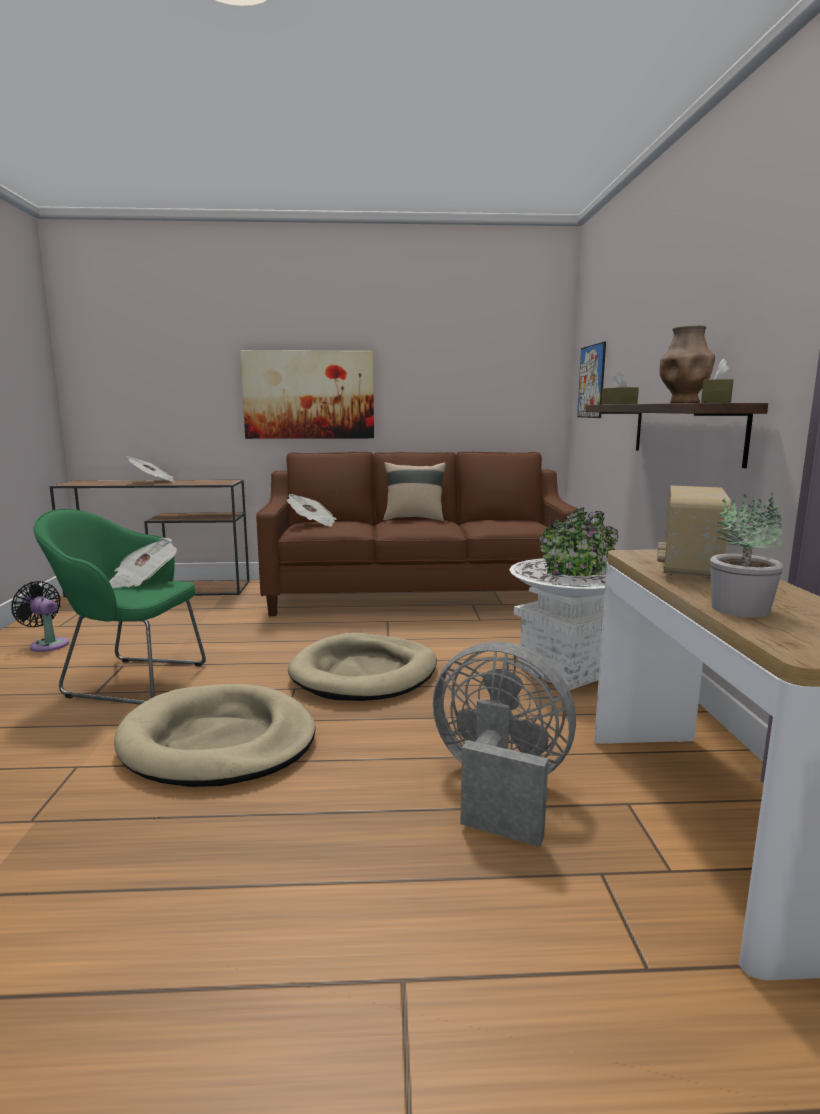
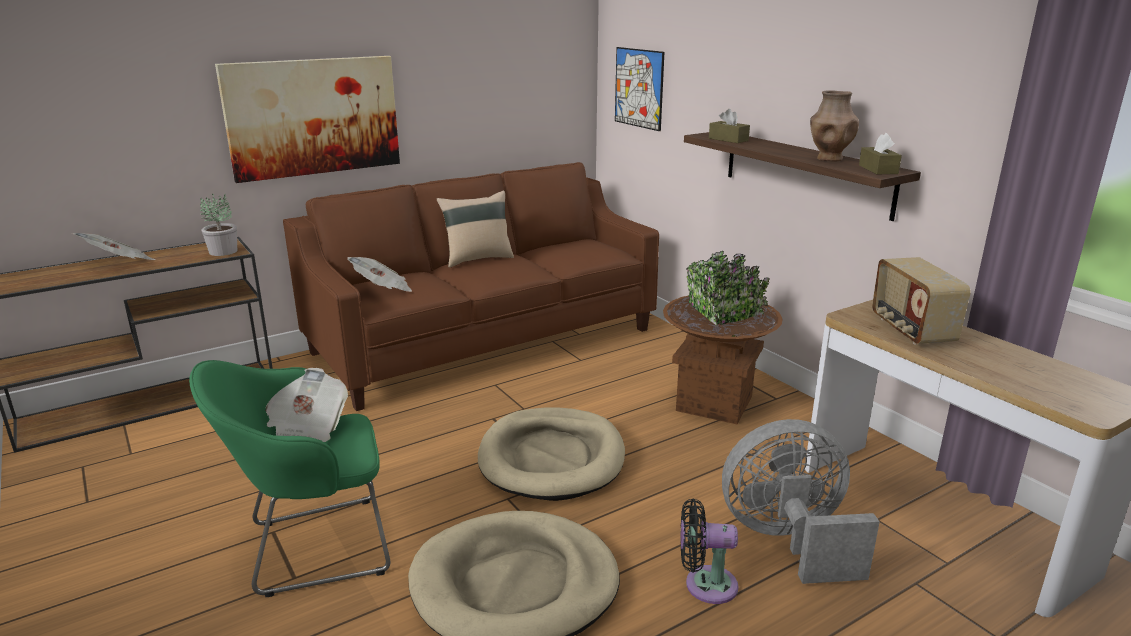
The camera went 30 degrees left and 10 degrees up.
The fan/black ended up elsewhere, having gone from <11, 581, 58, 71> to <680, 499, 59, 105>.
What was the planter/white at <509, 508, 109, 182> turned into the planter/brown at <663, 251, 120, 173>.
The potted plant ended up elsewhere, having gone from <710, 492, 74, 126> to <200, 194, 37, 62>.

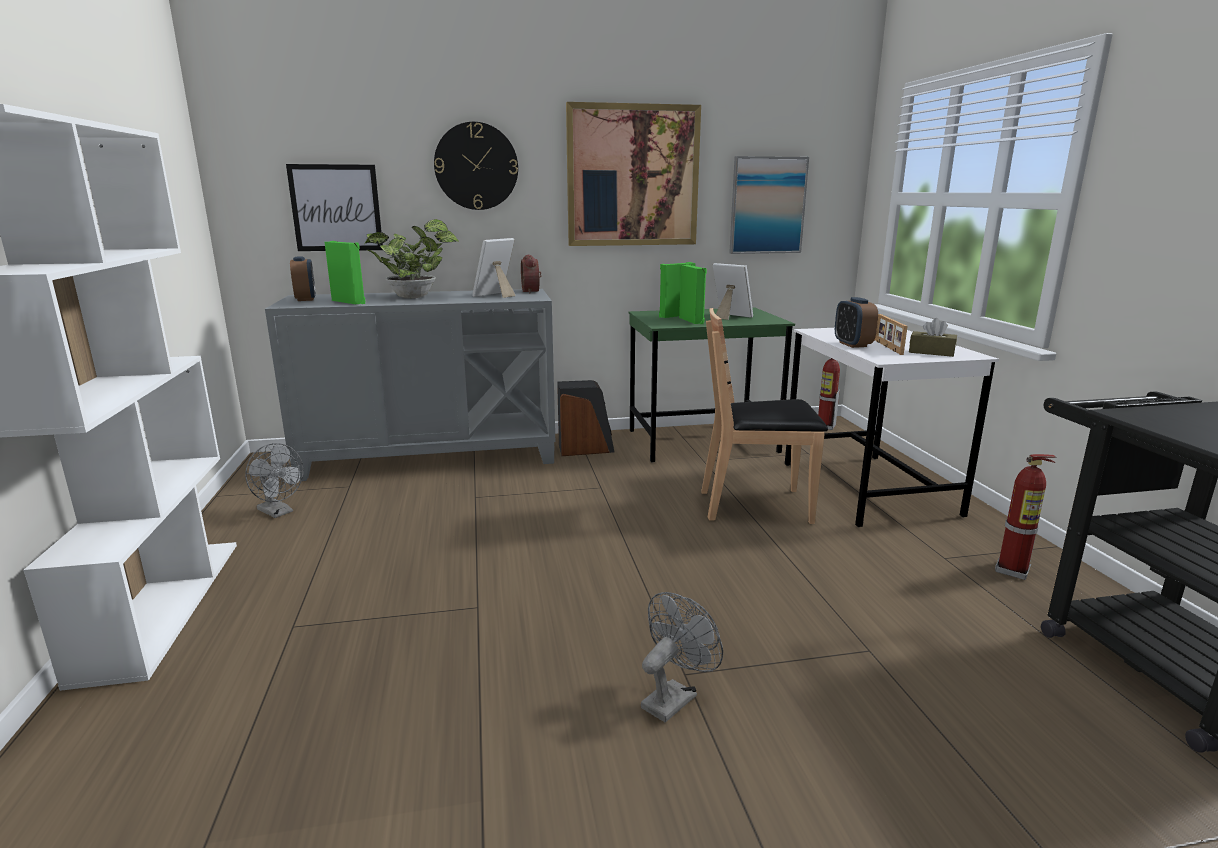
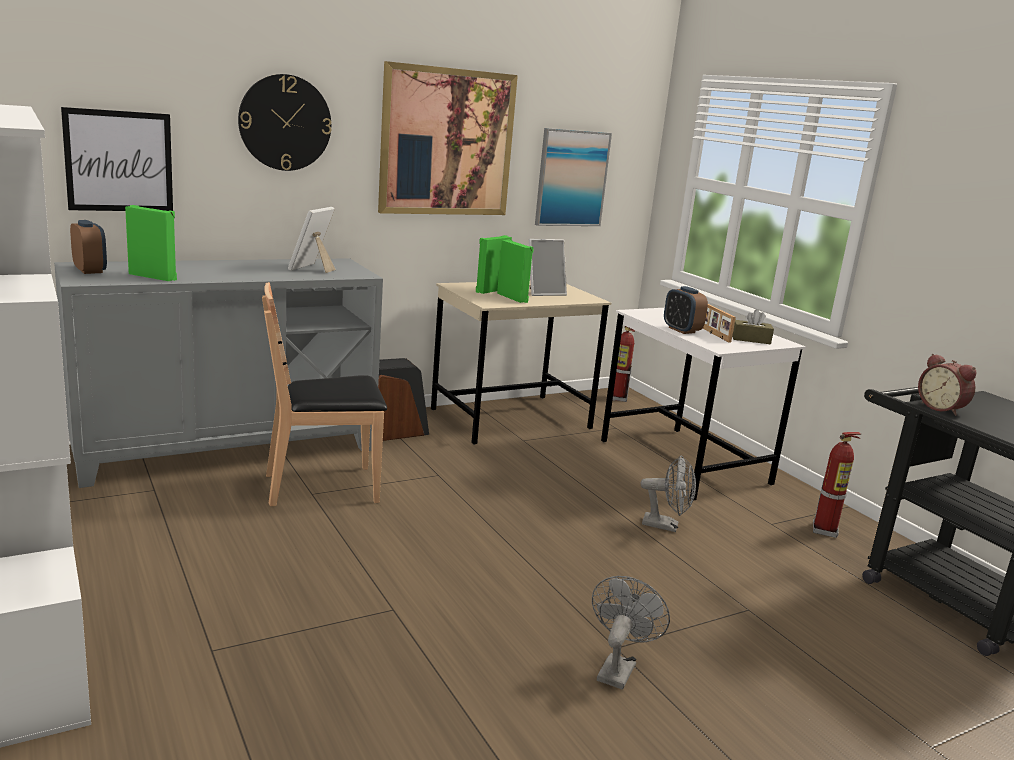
The camera went 20 degrees left and 0 degrees up.
The fan/grey ended up elsewhere, having gone from <245, 443, 58, 75> to <641, 455, 55, 77>.
The second view lost the potted plant at <365, 219, 94, 79>.
The alarm clock ended up elsewhere, having gone from <521, 255, 20, 38> to <918, 354, 58, 62>.
What was the desk/green at <629, 308, 166, 155> turned into the desk/beige at <431, 281, 180, 164>.
The chair/brown ended up elsewhere, having gone from <701, 308, 127, 216> to <262, 282, 125, 224>.
The picture frame at <713, 263, 40, 57> ended up facing another way, 135 degrees clockwise from before.

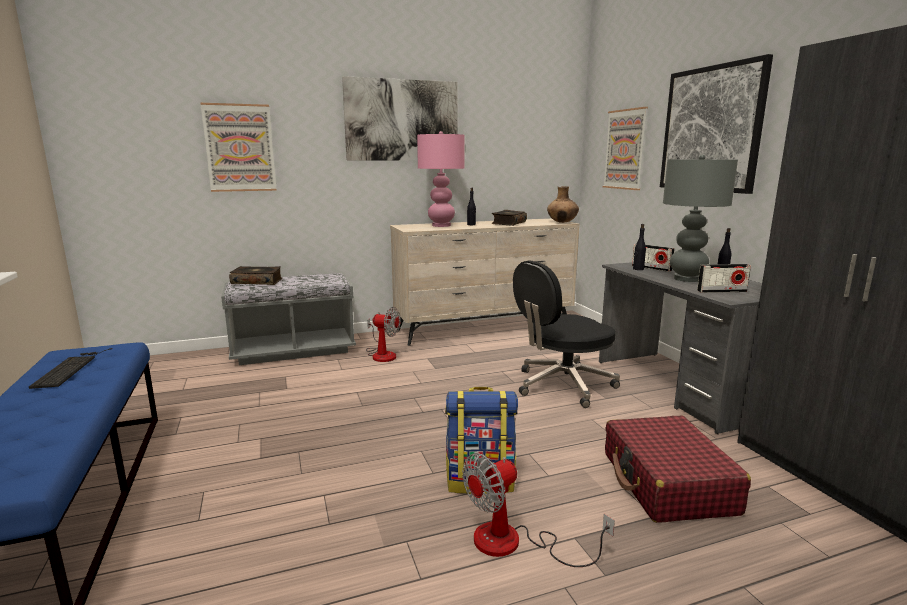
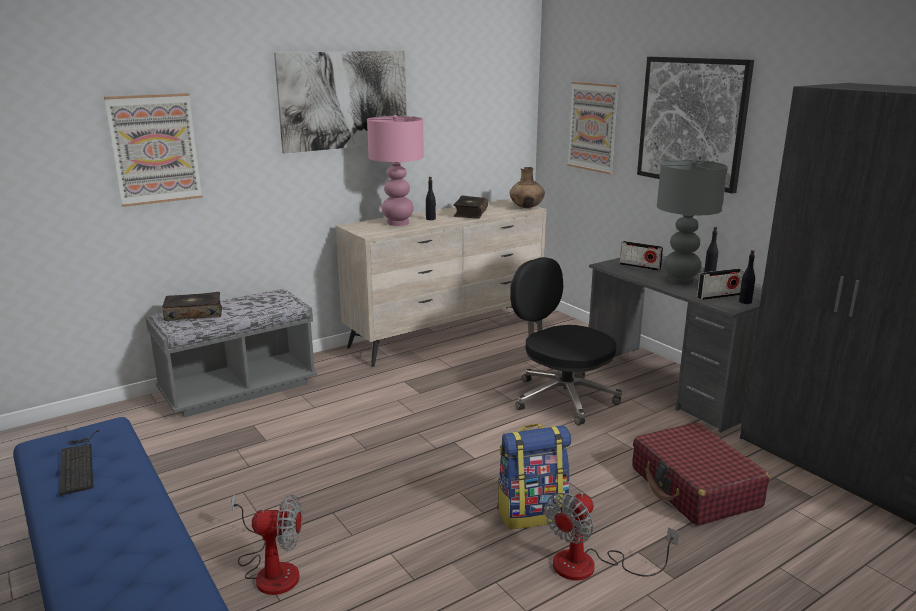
The camera went 15 degrees left and 5 degrees up.
The fan ended up elsewhere, having gone from <366, 307, 35, 55> to <231, 494, 71, 101>.
The office chair/black at <513, 261, 107, 147> ended up facing another way, 90 degrees clockwise from before.
The bottle/black ended up elsewhere, having gone from <633, 224, 13, 46> to <739, 250, 16, 54>.

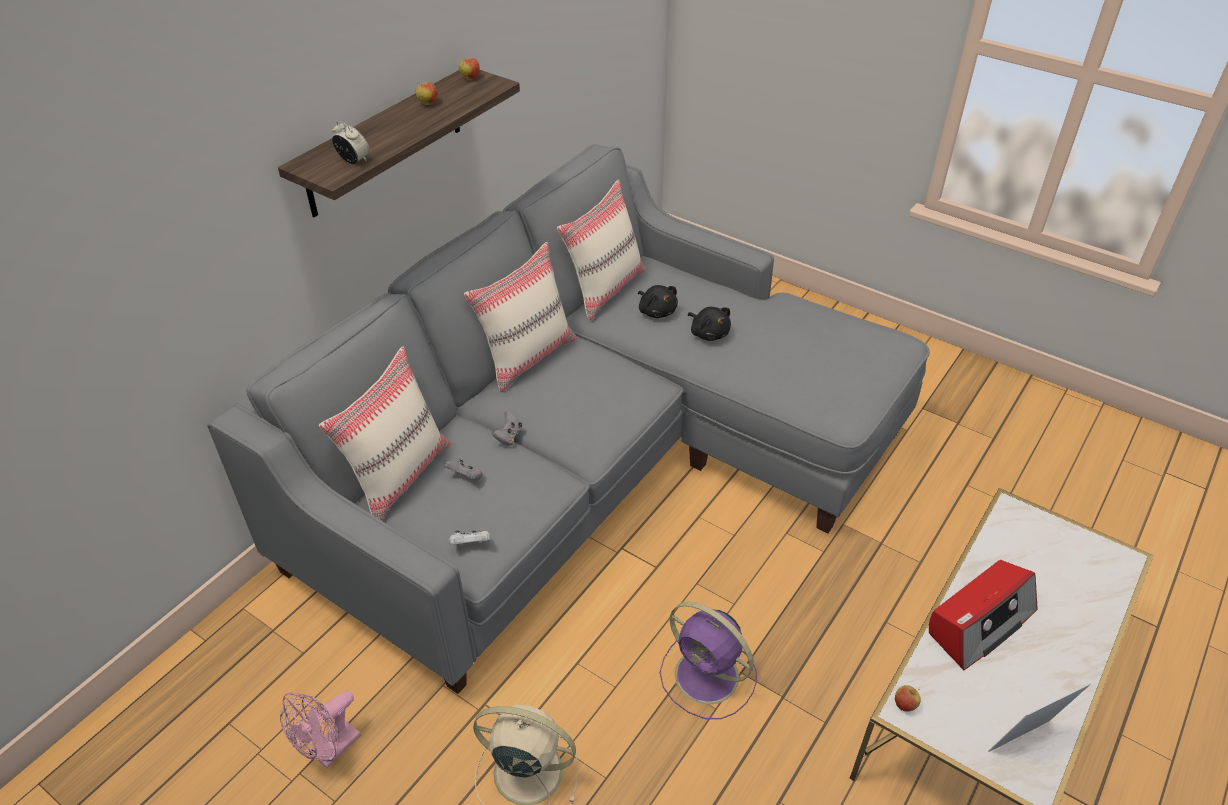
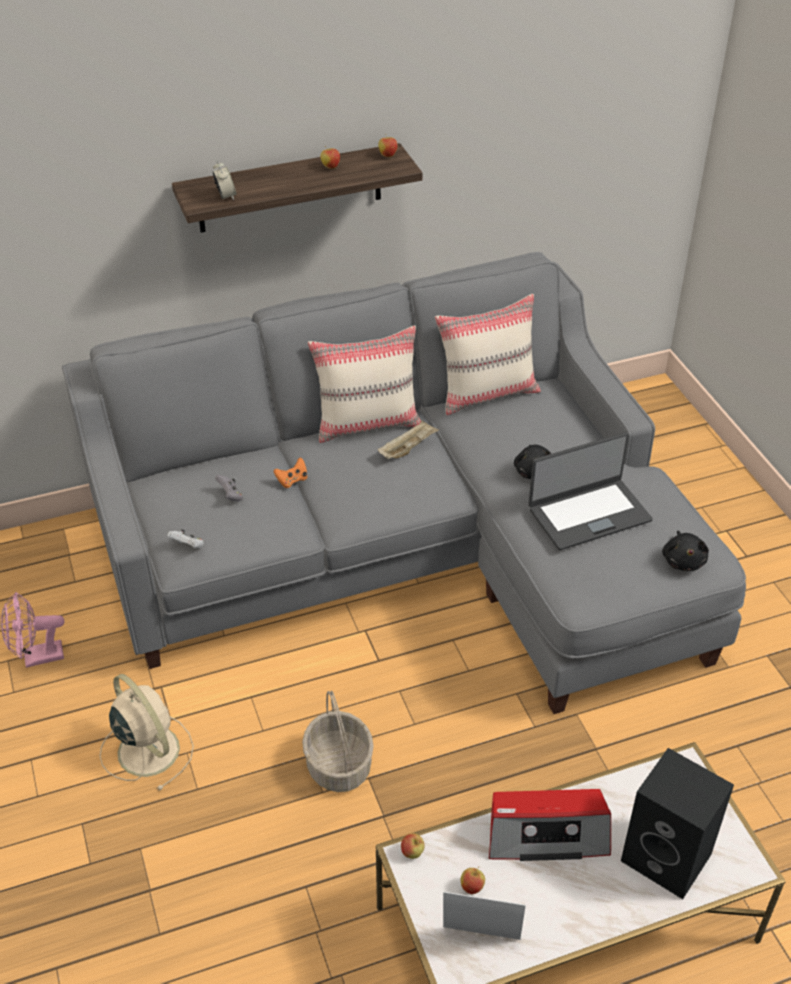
The camera went 35 degrees right and 0 degrees up.
The second view lost the pillow/beige at <319, 346, 132, 174>.
What was the game controller/grey at <492, 411, 30, 35> turned into the game controller/orange at <274, 457, 33, 31>.
The plush toy/black ended up elsewhere, having gone from <638, 285, 40, 33> to <662, 531, 47, 40>.
Where the fan/purple stood at <660, 601, 97, 118>, the basket came to stand at <302, 690, 72, 102>.
The second view gained the tray/beige at <378, 420, 61, 39>.
The second view gained the apple at <460, 867, 25, 27>.
The second view gained the laptop at <528, 432, 125, 118>.
The second view gained the speaker/black at <621, 748, 113, 151>.

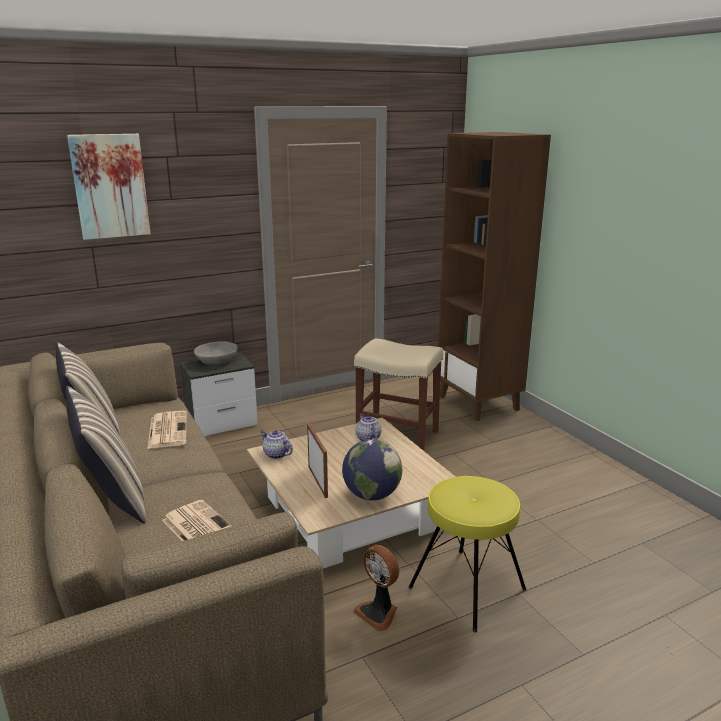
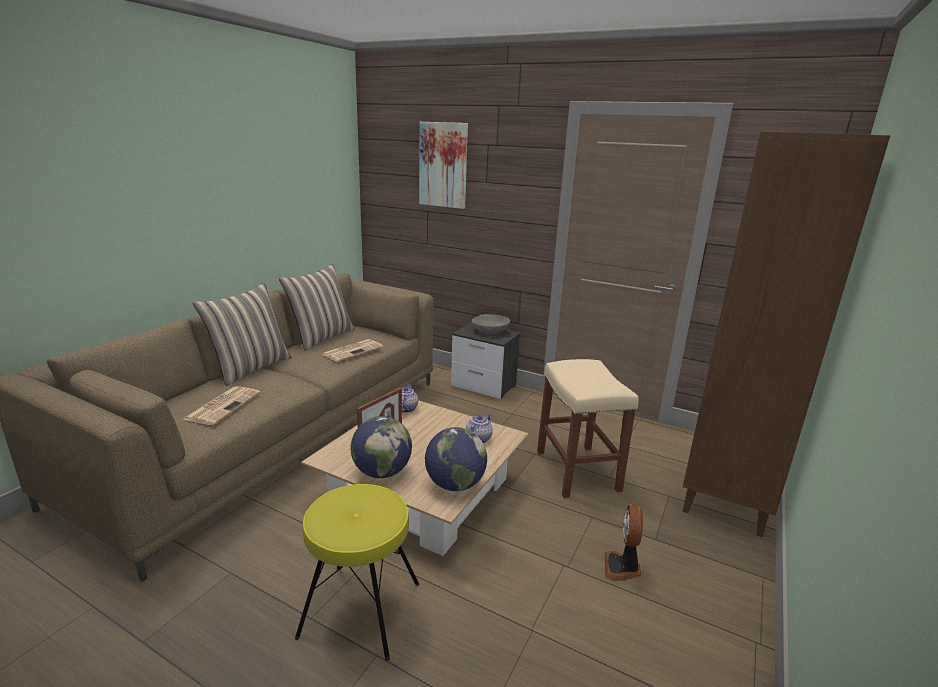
The camera went 55 degrees right and 0 degrees up.
The fan ended up elsewhere, having gone from <353, 545, 46, 86> to <605, 504, 38, 77>.
The second view gained the globe at <425, 427, 62, 64>.

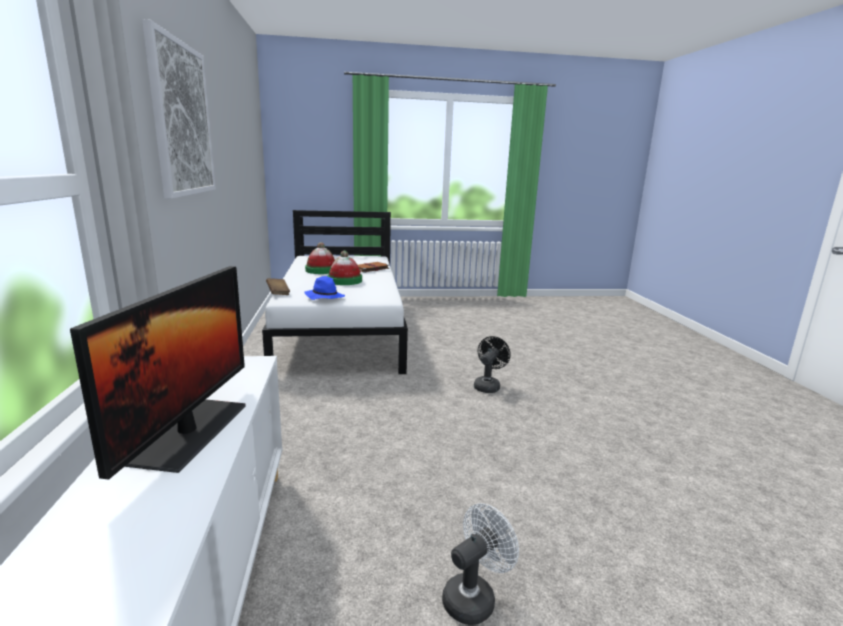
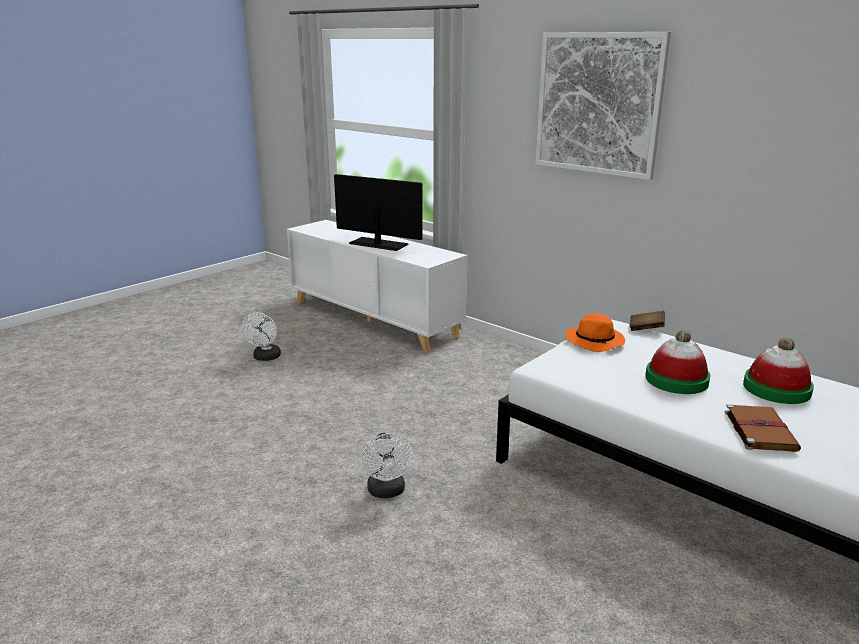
The camera went 140 degrees right and 5 degrees up.
The monitor at <70, 266, 176, 214> ended up facing another way, 150 degrees clockwise from before.
What was the hat/blue at <304, 276, 41, 24> turned into the hat/orange at <565, 313, 60, 39>.
What was the fan/black at <474, 336, 37, 57> turned into the fan/white at <362, 433, 52, 65>.

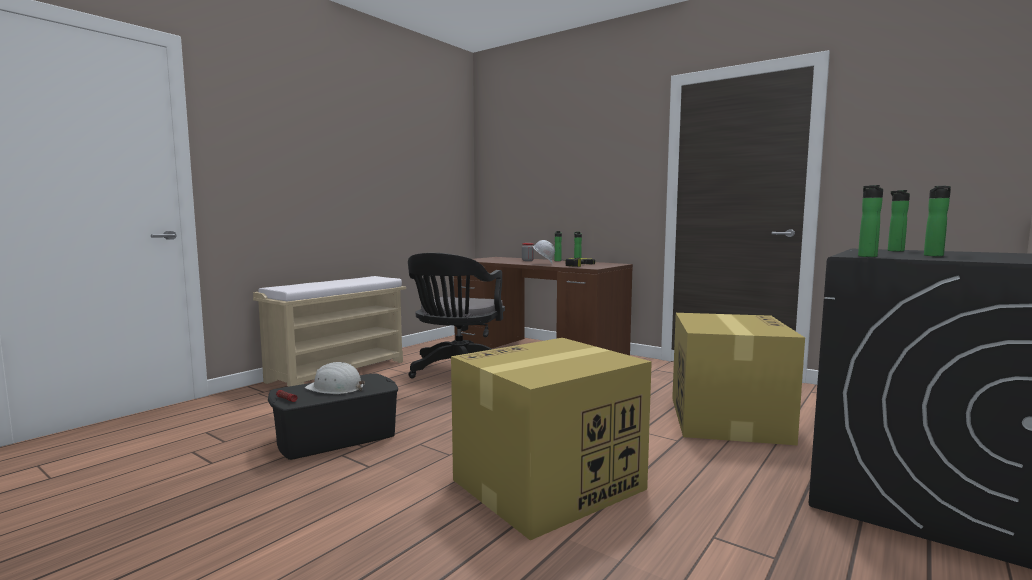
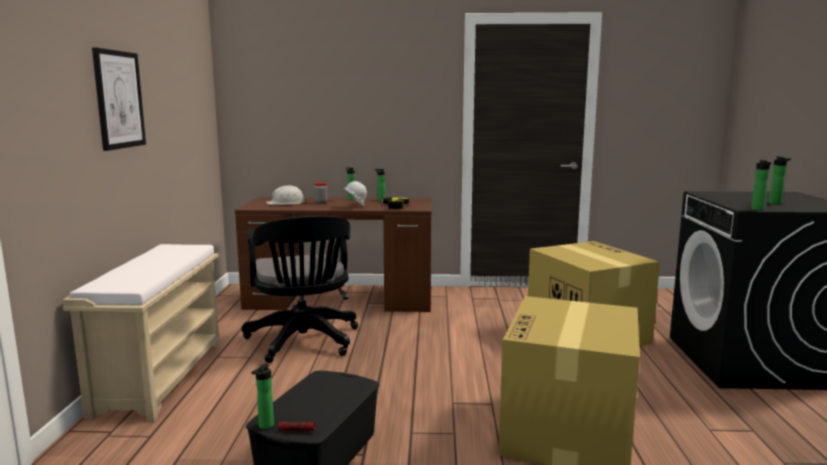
The camera went 35 degrees left and 5 degrees up.
The hard hat/white ended up elsewhere, having gone from <305, 362, 60, 32> to <266, 185, 41, 20>.
The bottle ended up elsewhere, having gone from <888, 190, 22, 62> to <251, 363, 23, 66>.
The second view gained the picture at <92, 47, 54, 104>.

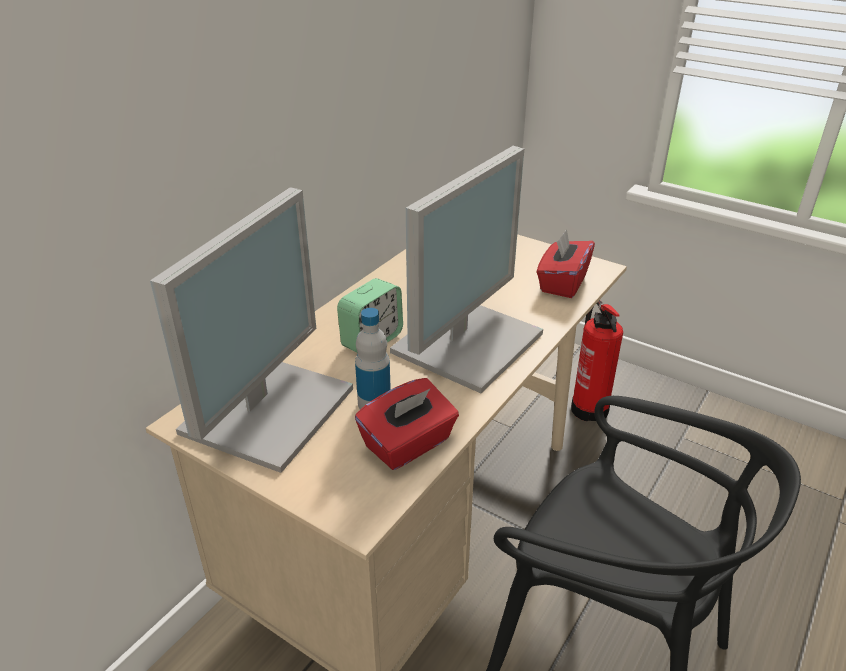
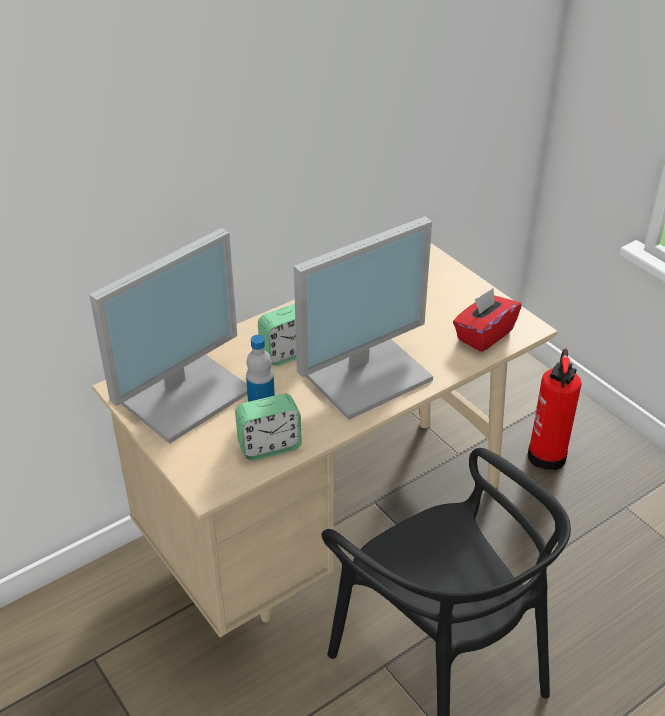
The camera went 20 degrees right and 5 degrees up.
Where the tissue box/red stood at <355, 378, 104, 92>, the alarm clock came to stand at <235, 394, 67, 67>.

